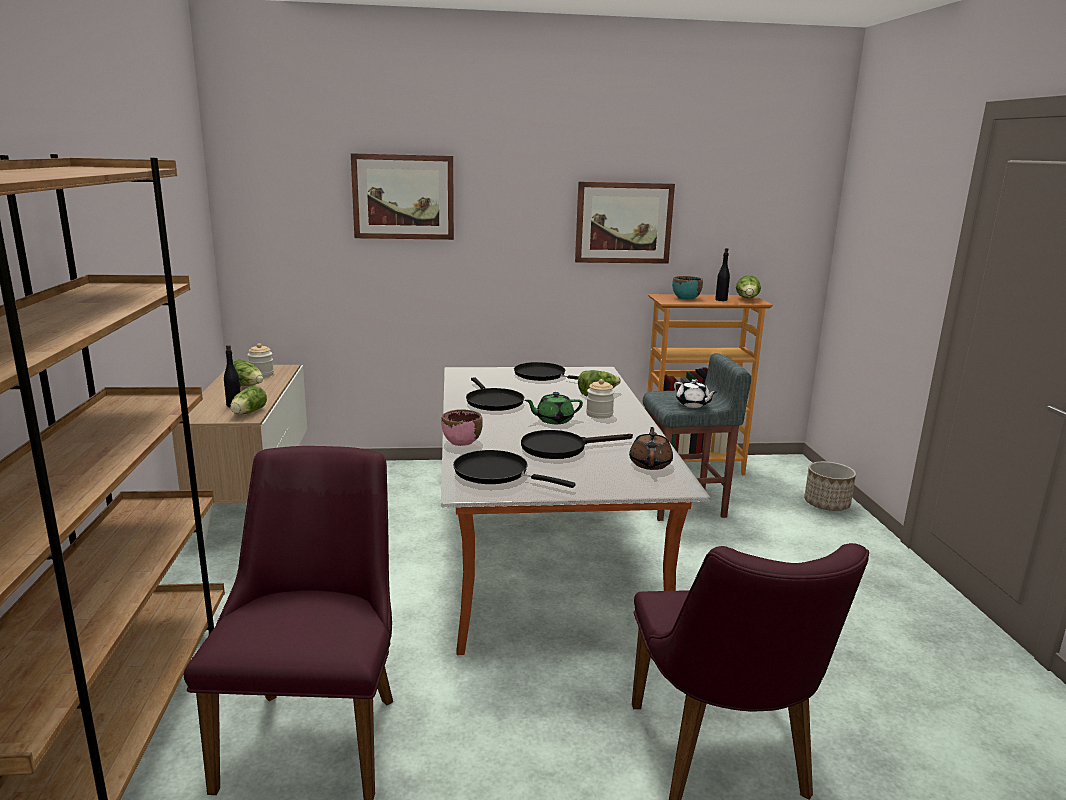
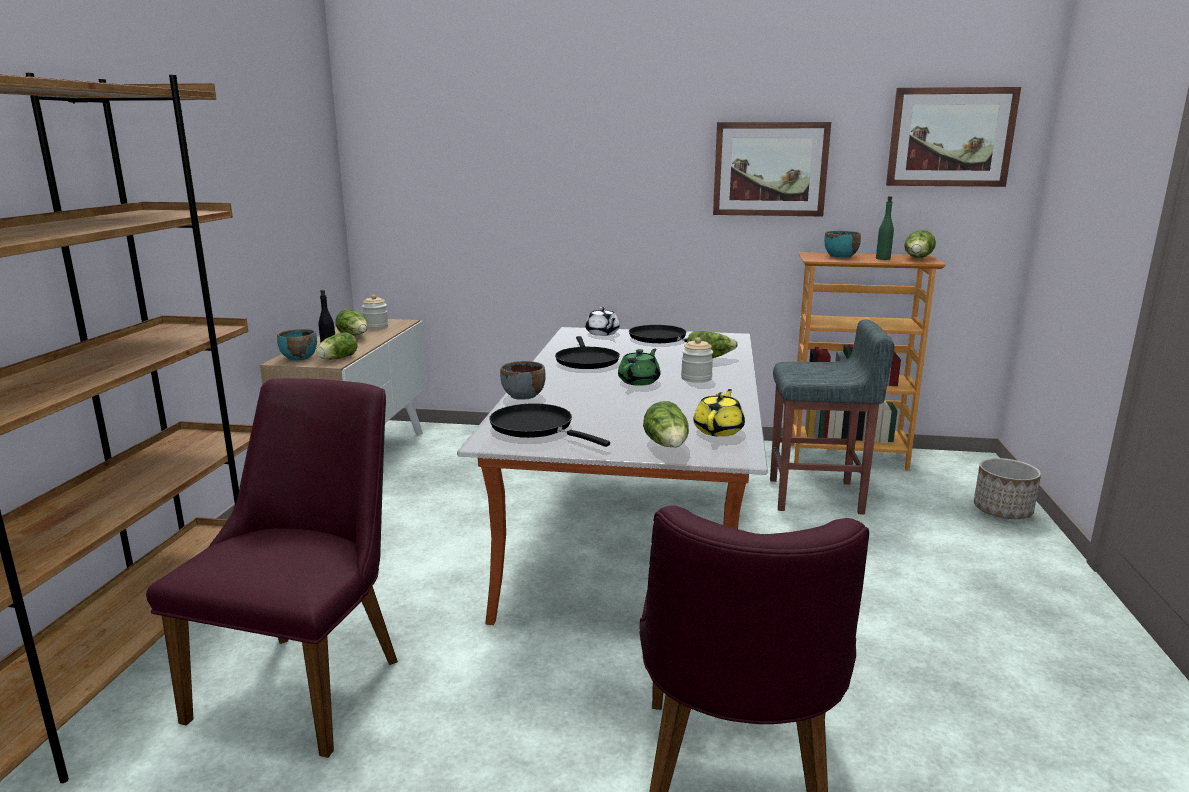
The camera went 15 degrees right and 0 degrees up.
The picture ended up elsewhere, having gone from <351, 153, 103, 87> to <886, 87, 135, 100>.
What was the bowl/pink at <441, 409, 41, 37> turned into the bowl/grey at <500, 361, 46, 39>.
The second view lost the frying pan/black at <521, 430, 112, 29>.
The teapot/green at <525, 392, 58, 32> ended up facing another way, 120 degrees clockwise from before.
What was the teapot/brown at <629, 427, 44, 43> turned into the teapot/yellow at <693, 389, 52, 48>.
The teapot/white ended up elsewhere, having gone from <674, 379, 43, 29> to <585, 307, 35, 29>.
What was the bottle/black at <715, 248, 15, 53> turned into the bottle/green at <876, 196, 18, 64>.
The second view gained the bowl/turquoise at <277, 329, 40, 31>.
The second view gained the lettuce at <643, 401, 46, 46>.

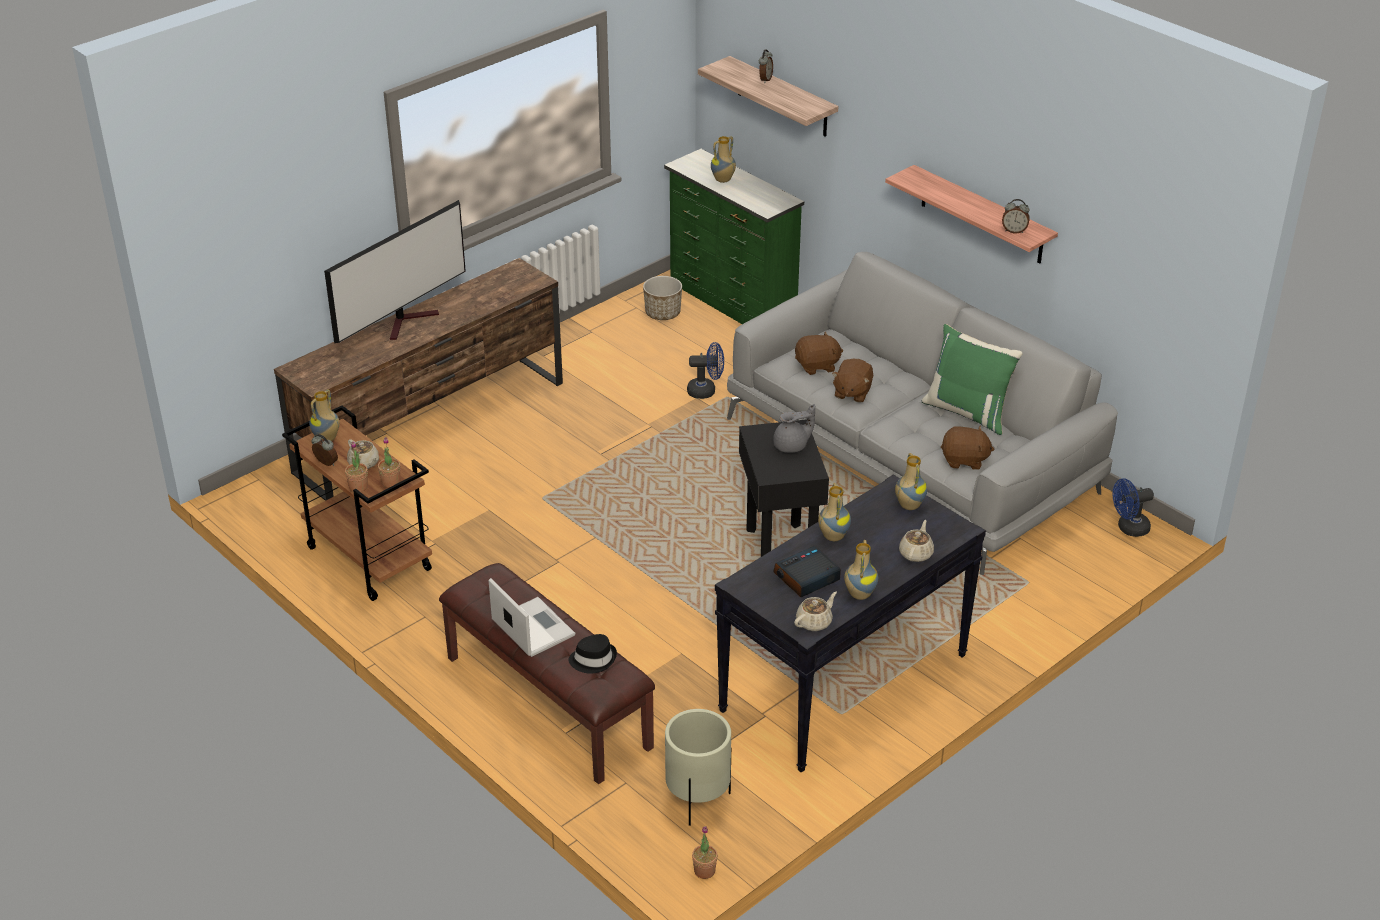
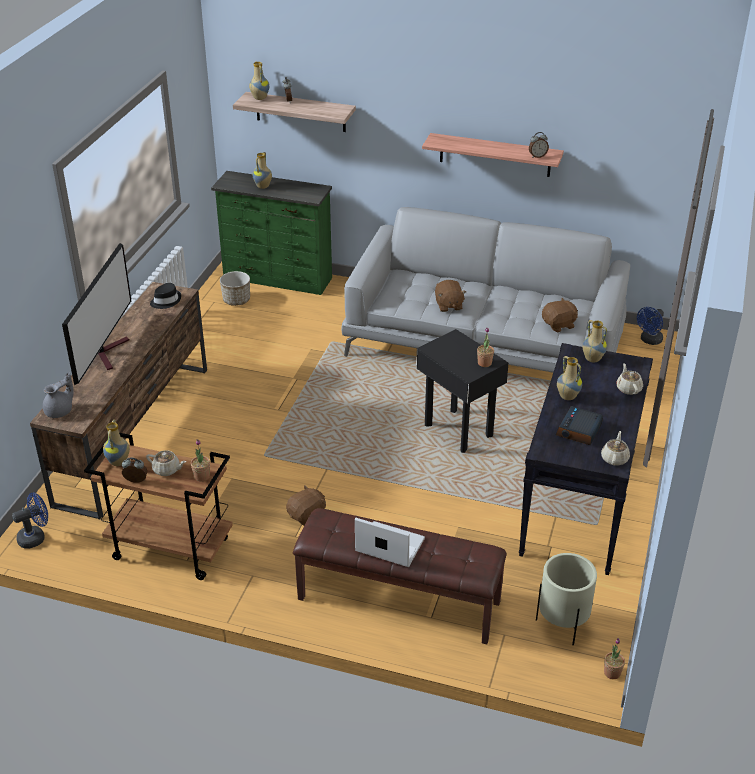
The camera went 30 degrees left and 0 degrees up.
The potted plant ended up elsewhere, having gone from <345, 441, 23, 51> to <477, 327, 17, 40>.
The hat/black ended up elsewhere, having gone from <568, 634, 49, 40> to <150, 283, 31, 26>.
The fan/blue ended up elsewhere, having gone from <687, 342, 37, 57> to <12, 492, 36, 57>.
The teapot/grey ended up elsewhere, having gone from <773, 404, 42, 49> to <43, 372, 31, 46>.
The plush toy/brown ended up elsewhere, having gone from <795, 331, 48, 44> to <286, 485, 40, 41>.
The vase ended up elsewhere, having gone from <844, 540, 34, 60> to <249, 61, 20, 39>.
The second view lost the pillow/green at <922, 324, 101, 111>.

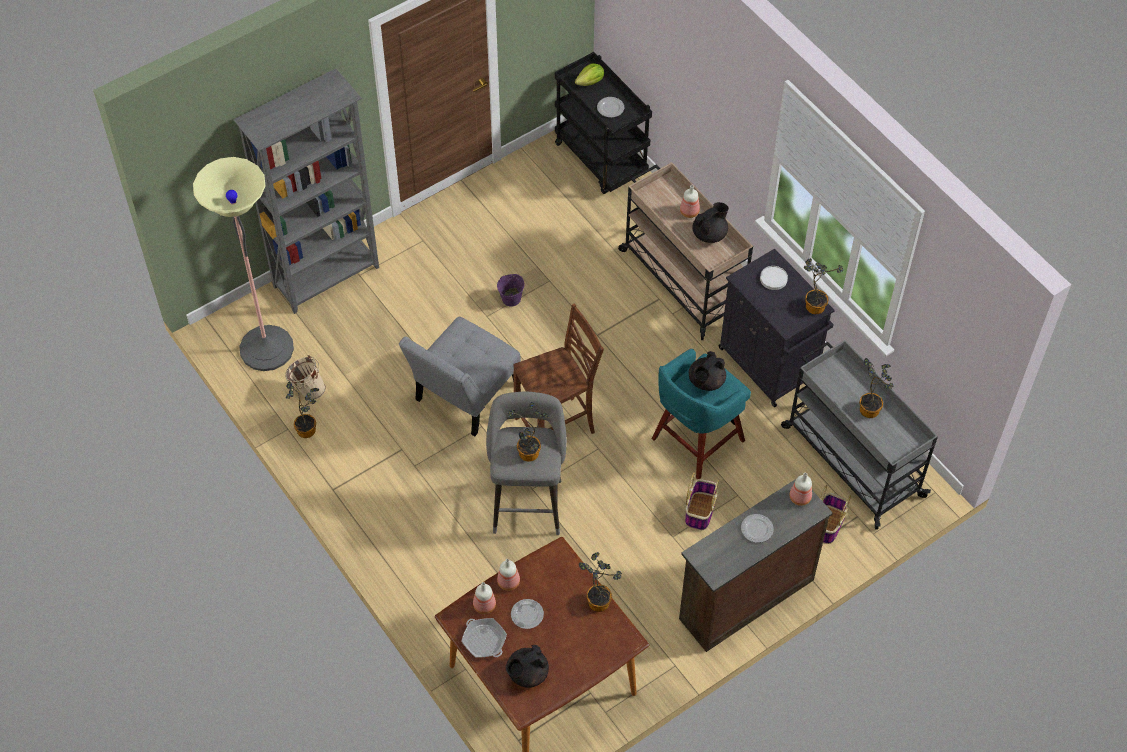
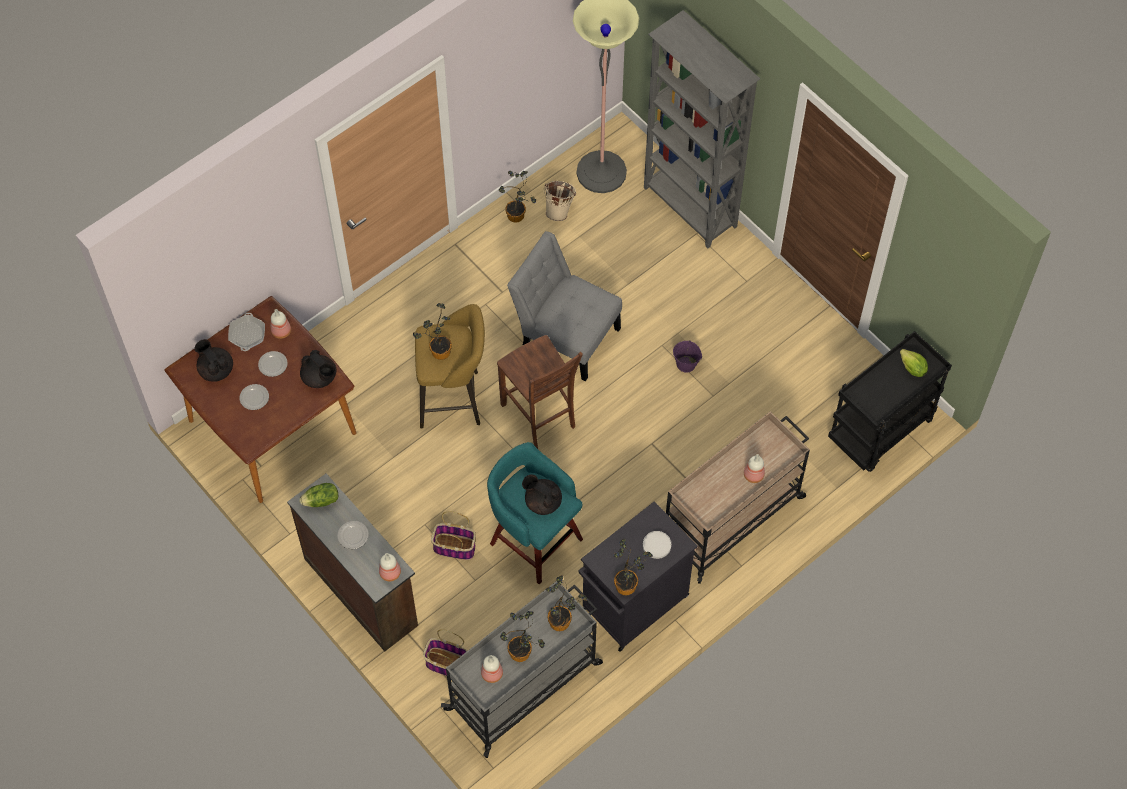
The camera went 85 degrees right and 5 degrees up.
The frying pan at <461, 618, 46, 40> ended up facing another way, 45 degrees counterclockwise from before.
What was the stool/grey at <486, 392, 81, 143> turned into the stool/yellow at <415, 304, 70, 125>.
The bottle ended up elsewhere, having gone from <497, 559, 23, 32> to <481, 655, 22, 28>.
The potted plant ended up elsewhere, having gone from <579, 552, 43, 60> to <546, 575, 41, 56>.
The plate ended up elsewhere, having gone from <597, 97, 27, 21> to <240, 384, 29, 26>.
The teapot/black ended up elsewhere, having gone from <692, 202, 37, 41> to <300, 350, 36, 38>.
The second view gained the lettuce at <299, 483, 40, 24>.

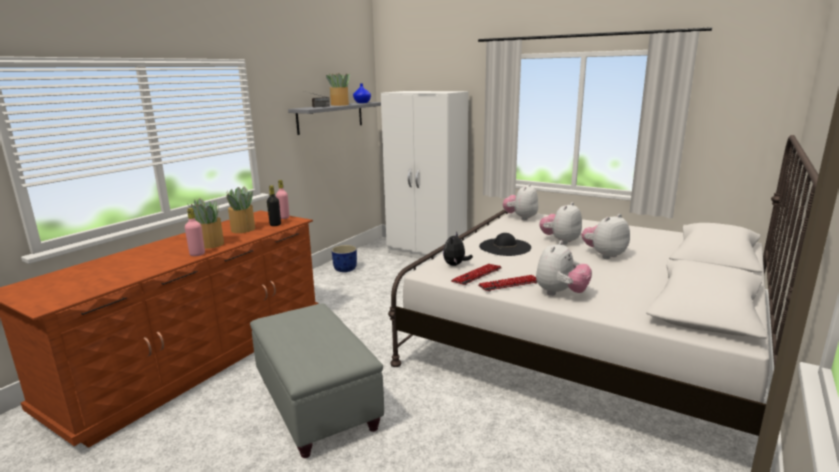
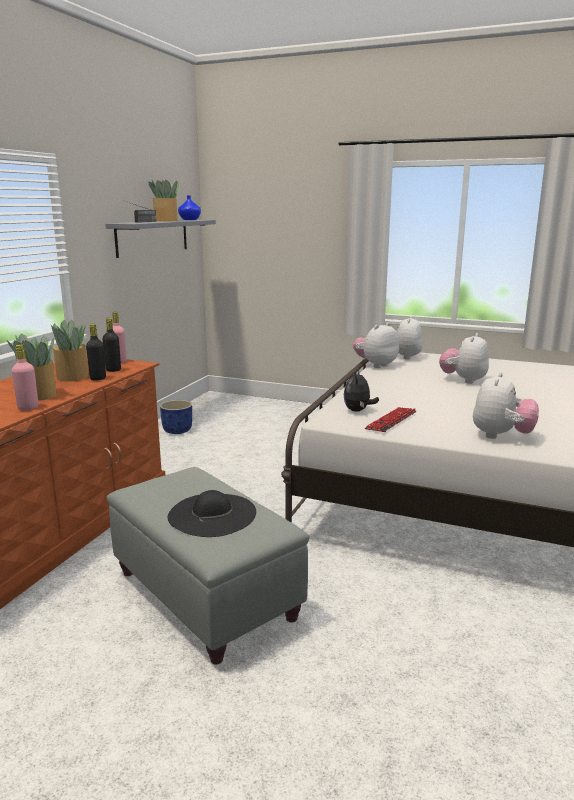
The camera went 10 degrees left and 0 degrees up.
The second view lost the wardrobe/white at <381, 91, 88, 170>.
The second view lost the keyboard at <478, 275, 59, 17>.
The hat/black ended up elsewhere, having gone from <479, 233, 52, 23> to <168, 490, 88, 47>.
The plush toy ended up elsewhere, having gone from <582, 214, 48, 45> to <353, 322, 46, 46>.
The second view gained the bottle/black at <86, 324, 20, 57>.

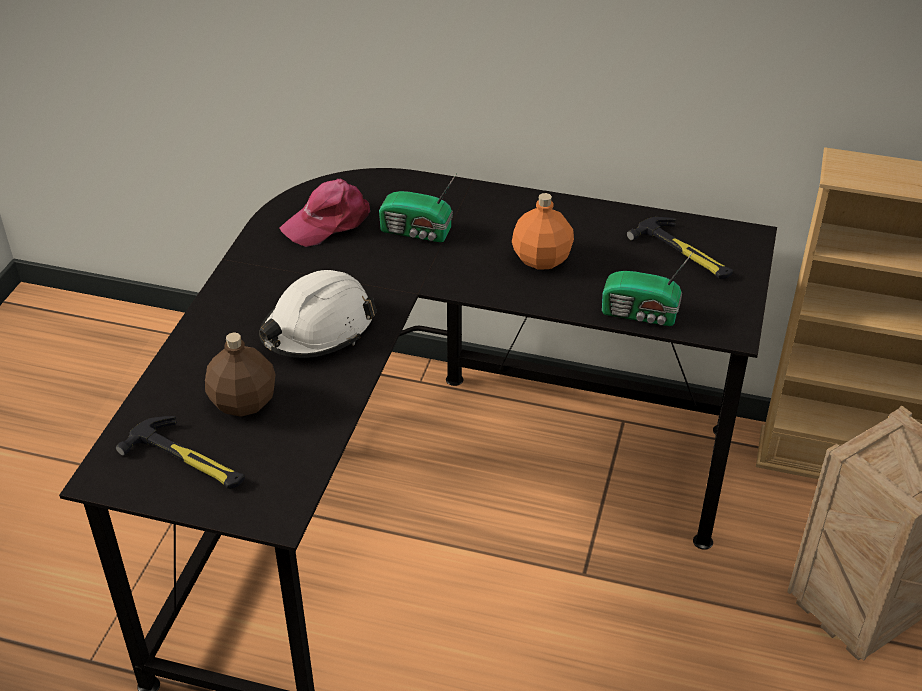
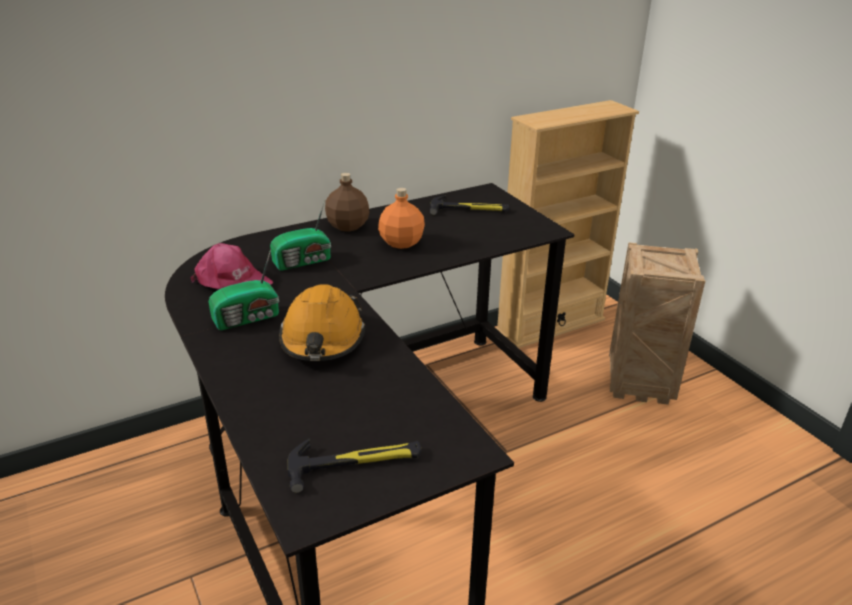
The camera went 45 degrees left and 10 degrees down.
The bottle/brown ended up elsewhere, having gone from <205, 332, 71, 85> to <325, 173, 45, 58>.
What was the hard hat/white at <259, 270, 118, 88> turned into the hard hat/orange at <279, 284, 86, 77>.
The cap/pink at <280, 179, 90, 68> ended up facing another way, 75 degrees counterclockwise from before.
The radio ended up elsewhere, having gone from <602, 252, 91, 74> to <208, 249, 71, 81>.

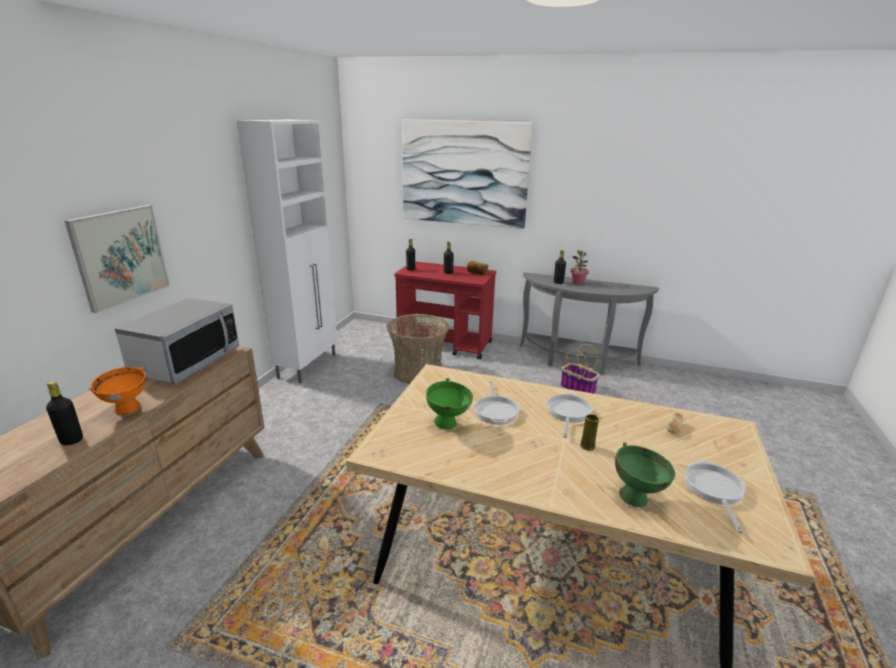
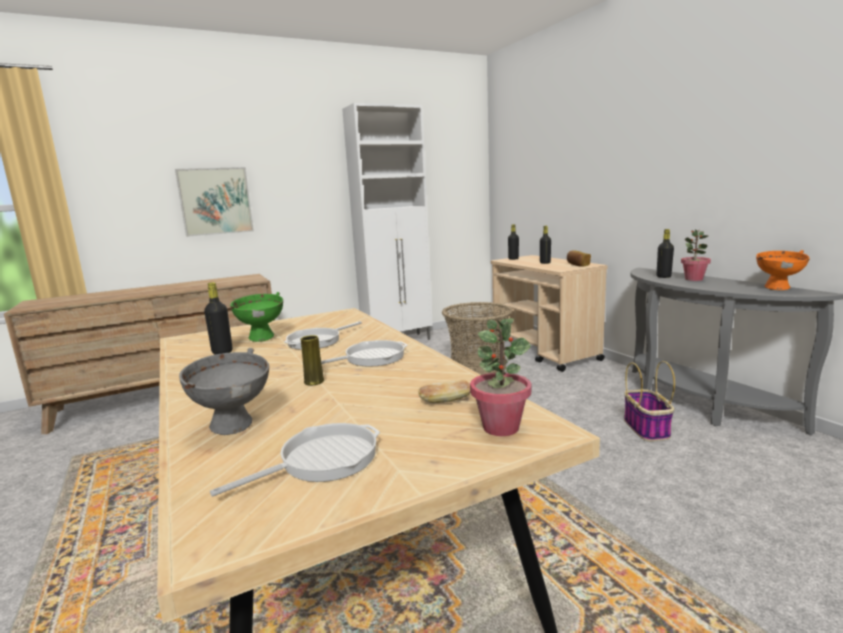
The camera went 45 degrees right and 10 degrees down.
The bottle/black ended up elsewhere, having gone from <46, 381, 37, 64> to <204, 282, 29, 73>.
The bowl/orange ended up elsewhere, having gone from <89, 367, 57, 49> to <756, 250, 54, 40>.
The second view lost the microwave at <115, 298, 124, 86>.
What was the cart/red at <394, 261, 102, 99> turned into the cart/beige at <491, 255, 117, 117>.
The second view lost the picture at <402, 119, 131, 110>.
What was the bowl/green at <615, 442, 60, 65> turned into the bowl/grey at <179, 348, 90, 87>.
The second view gained the potted plant at <470, 318, 61, 118>.

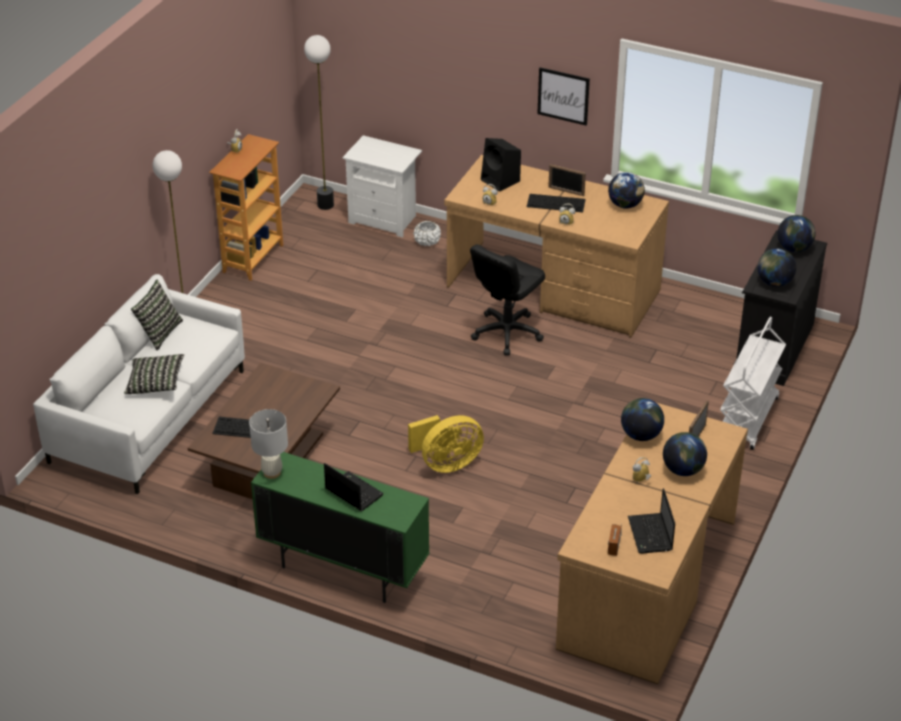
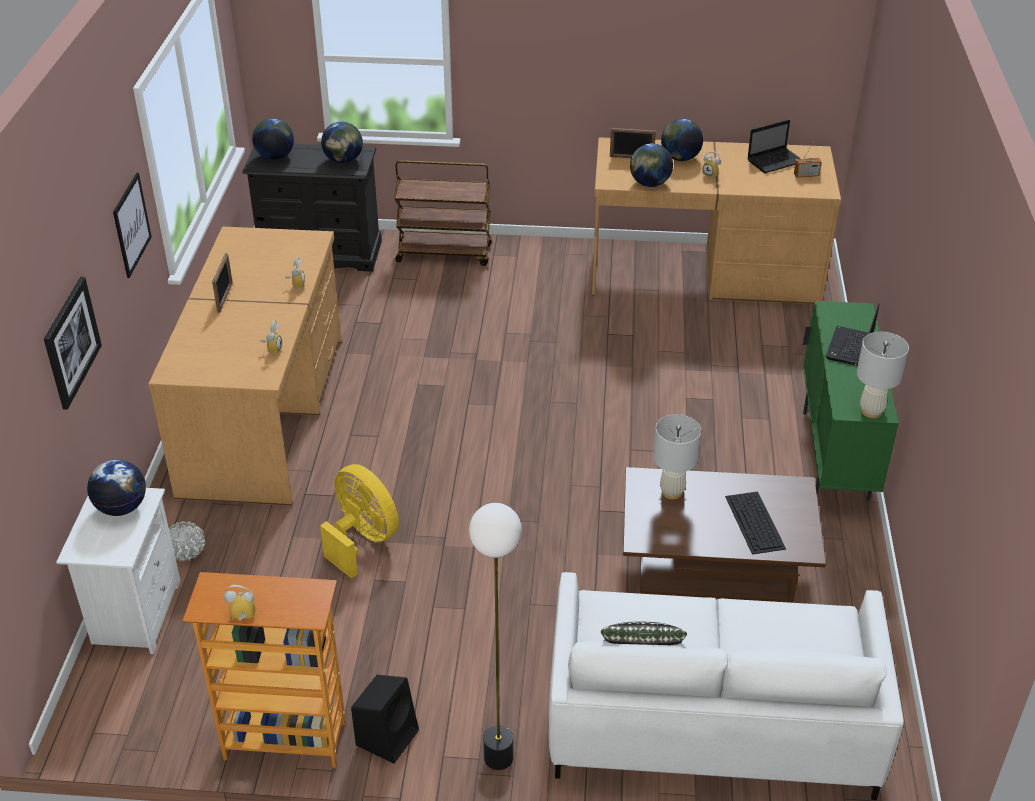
The camera went 110 degrees left and 0 degrees up.
The second view lost the pillow at <124, 354, 60, 40>.
The second view lost the floor lamp at <304, 35, 30, 175>.
The fan/yellow ended up elsewhere, having gone from <408, 415, 76, 58> to <320, 464, 79, 115>.
The second view lost the office chair/black at <470, 244, 75, 111>.
The speaker/black ended up elsewhere, having gone from <481, 138, 40, 54> to <351, 675, 68, 88>.
The second view lost the keyboard at <527, 194, 59, 19>.
The globe ended up elsewhere, having gone from <608, 172, 37, 37> to <87, 460, 59, 56>.
What was the cart/white at <720, 317, 66, 133> turned into the cart/brown at <394, 160, 98, 106>.
The second view gained the picture at <44, 277, 58, 132>.
The second view gained the table lamp/white at <653, 414, 48, 85>.

